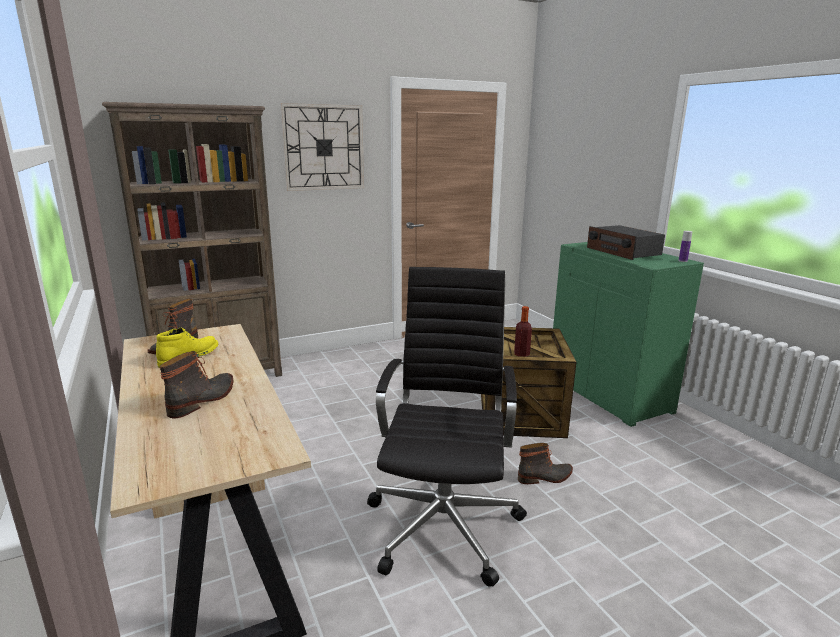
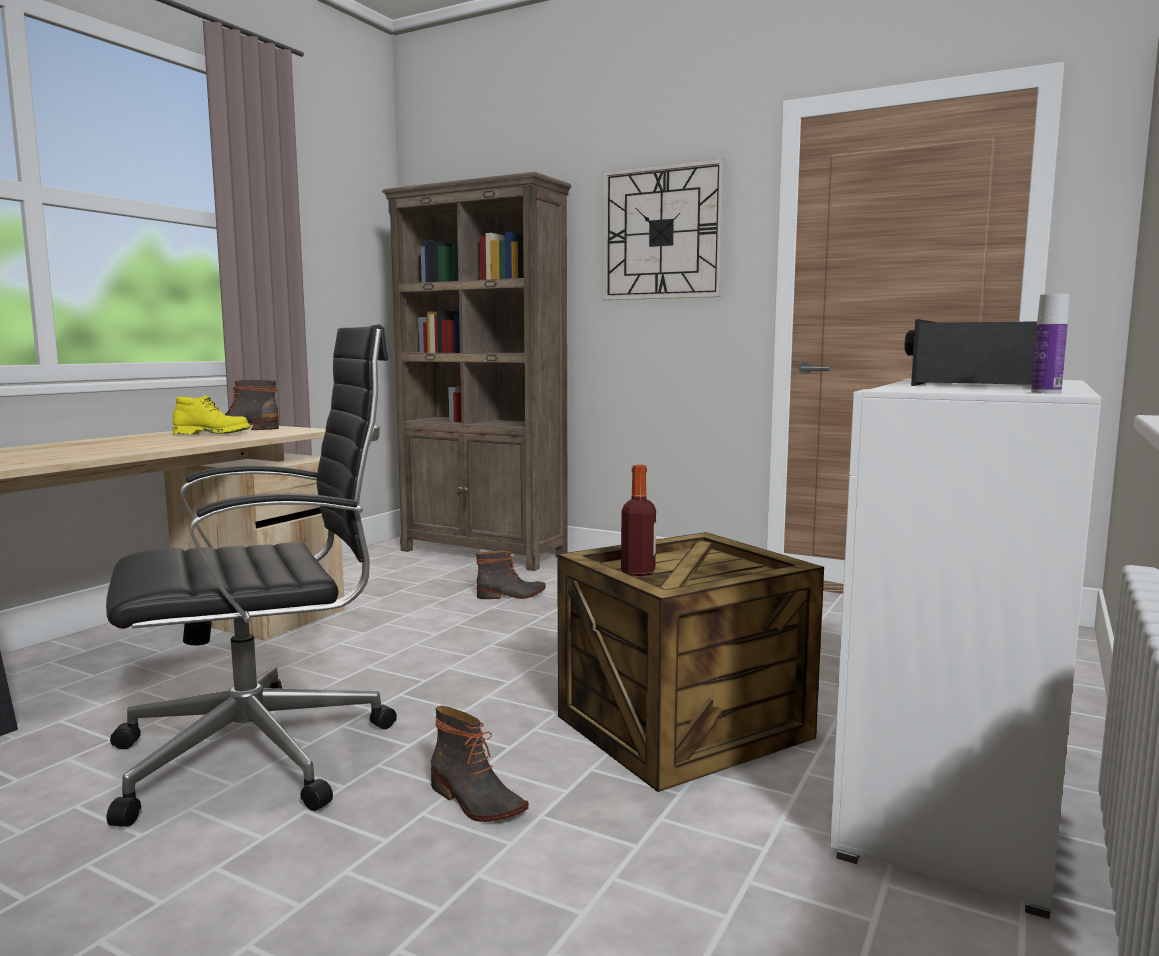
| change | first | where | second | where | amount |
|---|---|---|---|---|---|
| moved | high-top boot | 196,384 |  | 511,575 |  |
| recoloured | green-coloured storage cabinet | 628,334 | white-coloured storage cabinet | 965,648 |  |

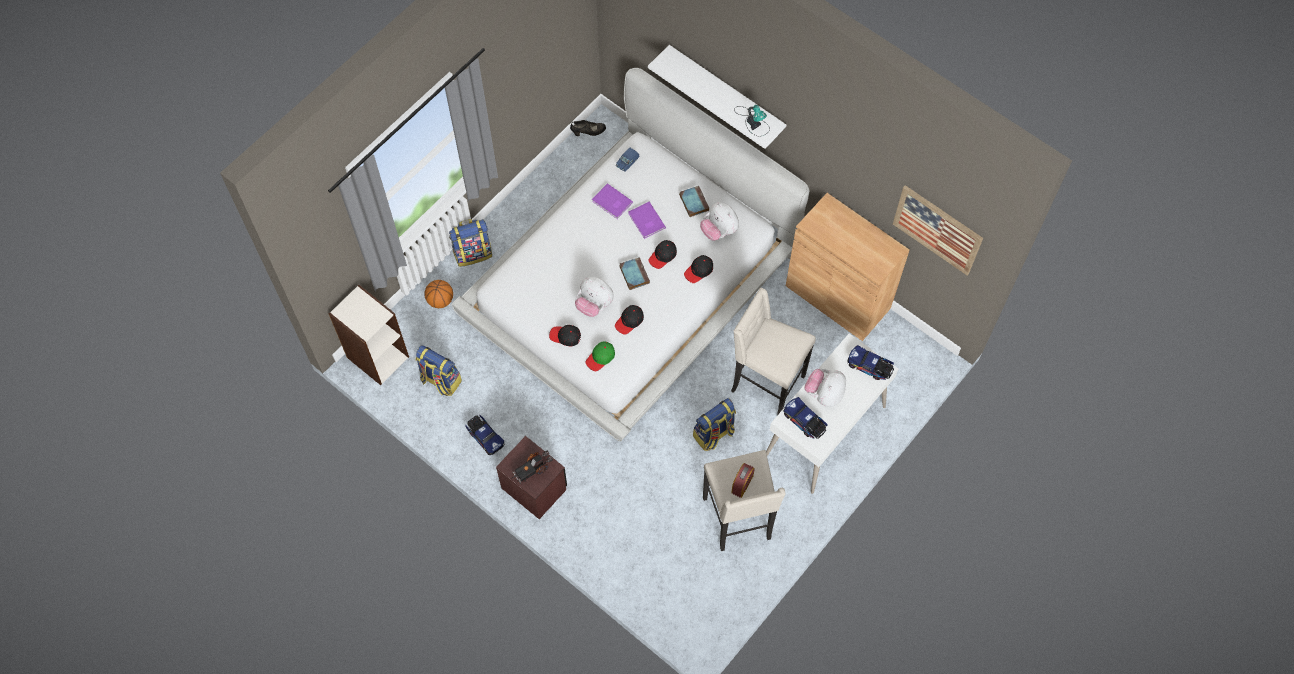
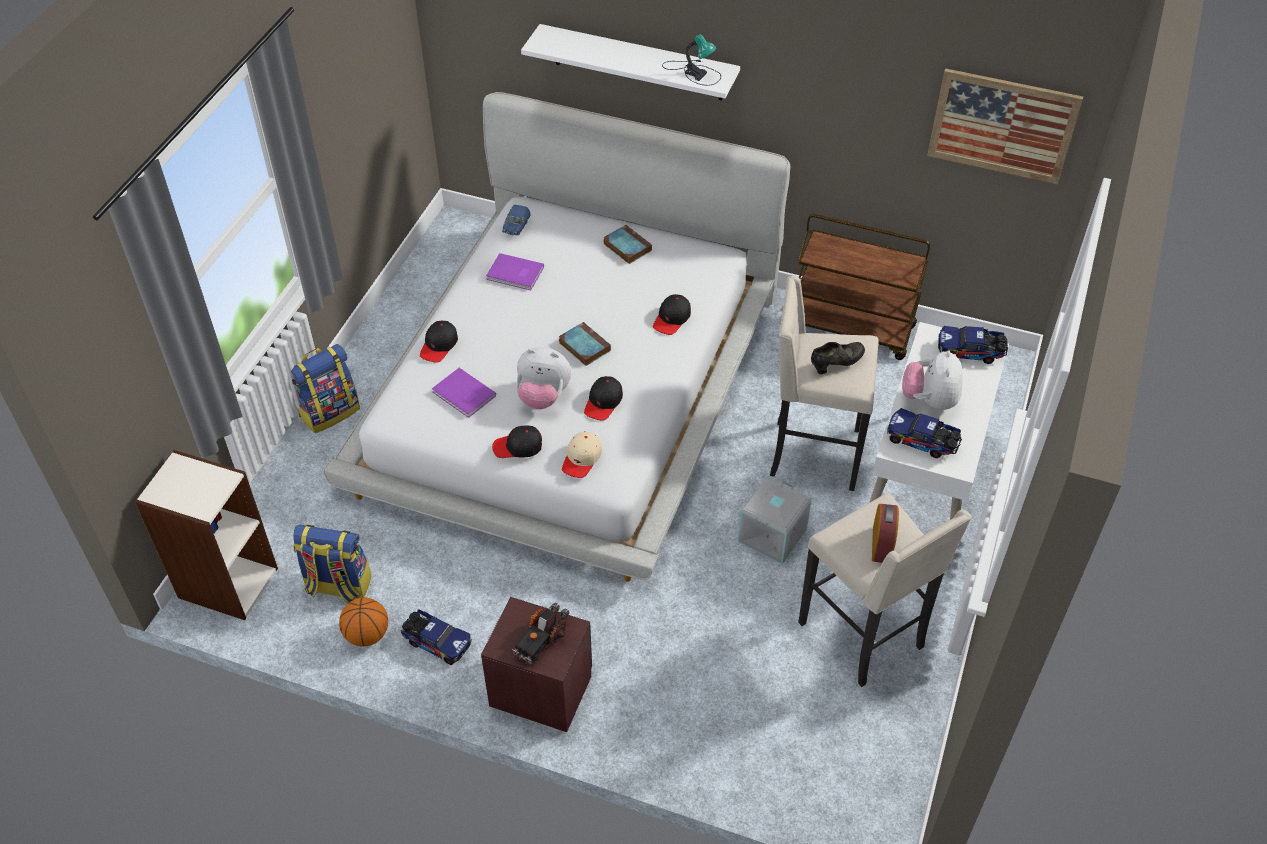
| change | first | where | second | where | amount |
|---|---|---|---|---|---|
| moved | basketball | 438,294 |  | 363,622 |  |
| moved | blackish item of footwear | 588,128 |  | 838,358 |  |
| recoloured | green-coloured baseball cap | 600,356 | sand-coloured baseball cap | 582,454 |  |
| moved | purple volume | 647,220 |  | 464,393 |  |
| moved | blackish baseball cap | 662,254 |  | 439,341 |  |
| replaced | backpack | 714,424 | gray storage bin | 775,520 |  |
| removed | soft toy | 719,221 |  |  |  |
| replaced | brown-coloured storage cabinet | 848,267 | brown-coloured trolley | 864,287 |  |

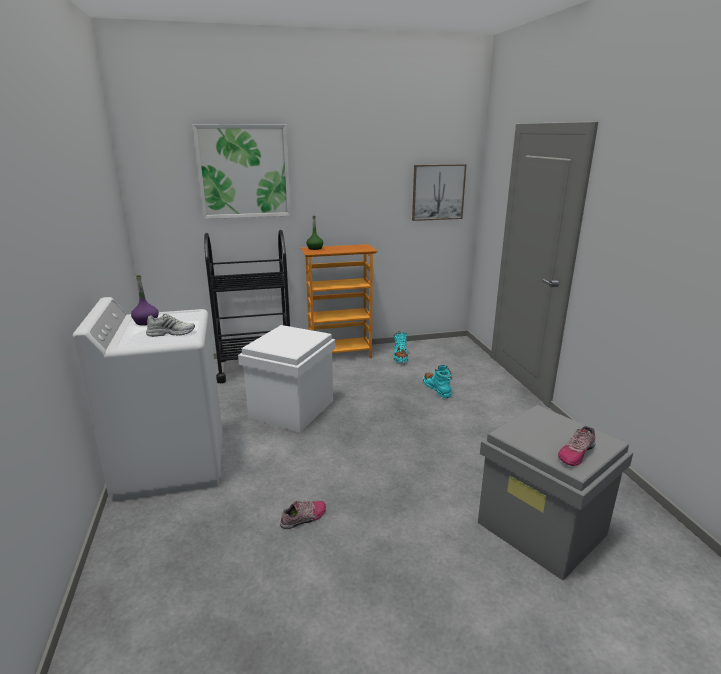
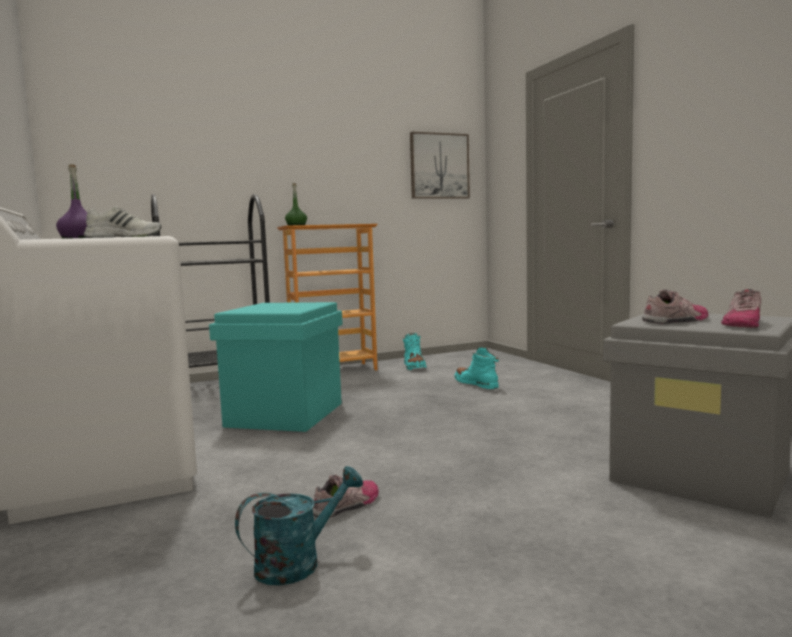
| change | first | where | second | where | amount |
|---|---|---|---|---|---|
| removed | picture | 242,171 |  |  |  |
| recoloured | white-coloured storage bin | 287,378 | blue-green storage bin | 276,367 |  |
| added |  |  | blue-green watering can | 299,525 |  |
| added |  |  | item of footwear | 675,307 |  |

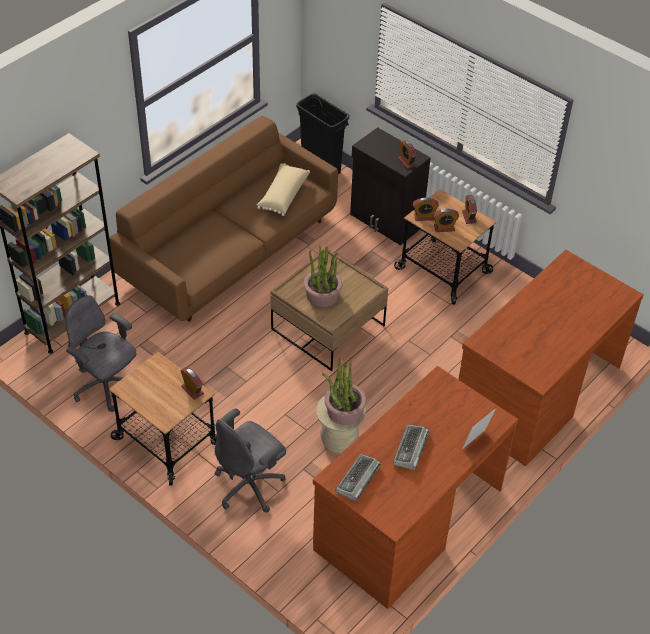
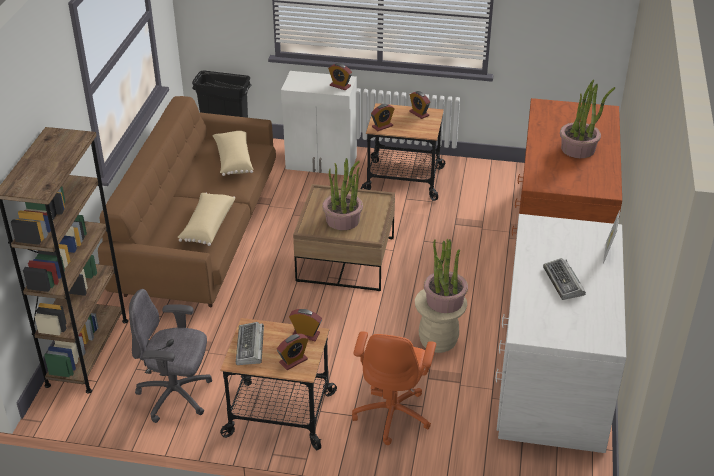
| change | first | where | second | where | amount |
|---|---|---|---|---|---|
| recoloured | gray computer chair | 250,460 | orange-coloured computer chair | 394,388 |  |
| recoloured | brown-coloured desk | 415,487 | white-coloured desk | 561,333 |  |
| moved | keyboard | 358,477 |  | 250,343 |  |
| recoloured | blackish storage cabinet | 390,186 | white-coloured storage cabinet | 319,123 |  |
| moved | table clock | 446,220 |  | 292,352 |  |
| added |  |  | sand-coloured cushion | 206,219 |  |
| added |  |  | potted plant | 587,119 |  |

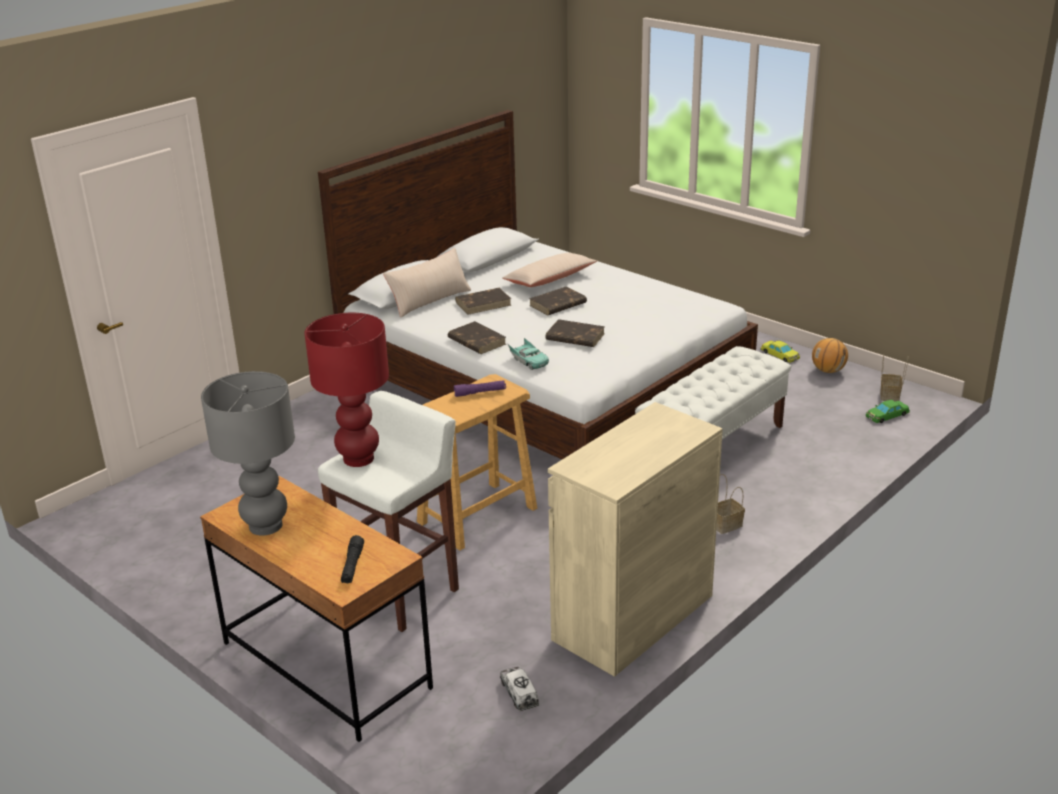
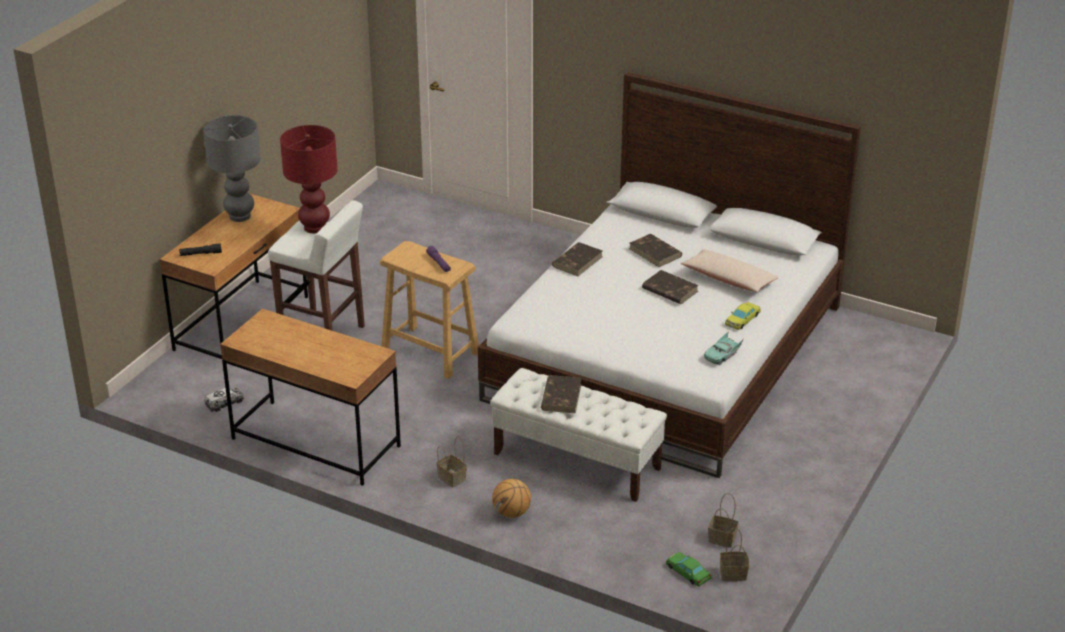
| change | first | where | second | where | amount |
|---|---|---|---|---|---|
| removed | sand-coloured cushion | 427,283 |  |  |  |
| moved | blue-green toy car | 528,354 |  | 724,348 |  |
| moved | brown-coloured volume | 575,333 |  | 561,394 |  |
| replaced | sand-coloured storage cabinet | 635,539 | brown-coloured desk | 310,397 |  |
| moved | yellow toy car | 780,351 |  | 743,316 |  |
| moved | basketball | 830,355 |  | 511,498 |  |
| added |  |  | basket | 723,520 |  |

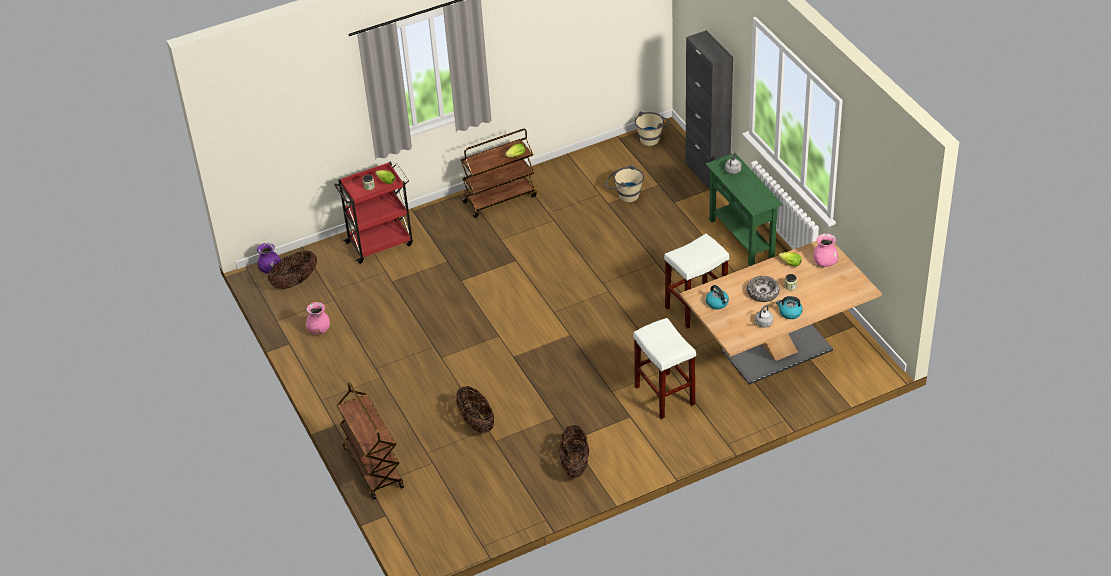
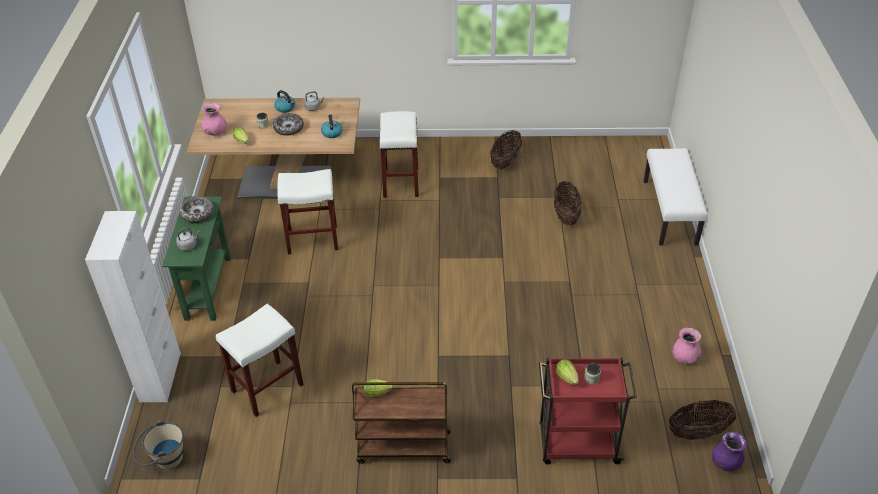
| change | first | where | second | where | amount |
|---|---|---|---|---|---|
| replaced | brown-coloured trolley | 370,441 | white-coloured indoor bench | 676,197 |  |
| replaced | sand-coloured pail | 625,183 | white-coloured stool seat | 260,360 |  |
| recoloured | blackish storage cabinet | 709,110 | white-coloured storage cabinet | 133,306 |  |
| added |  |  | serving bowl | 196,210 |  |

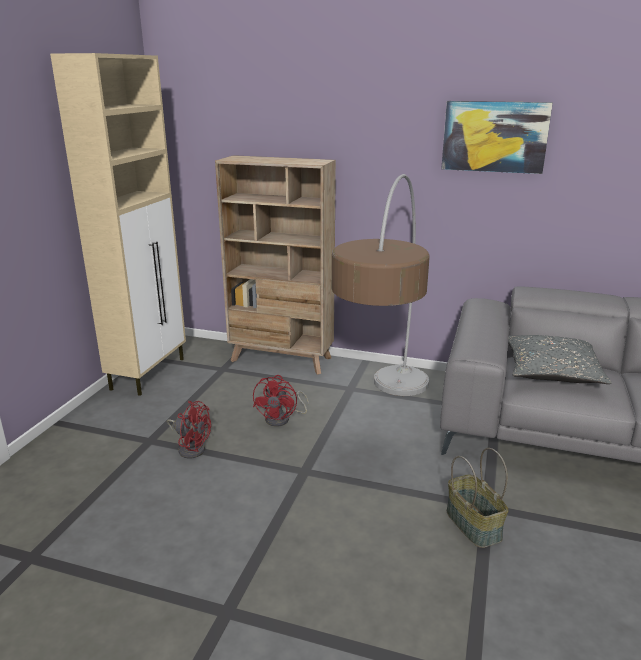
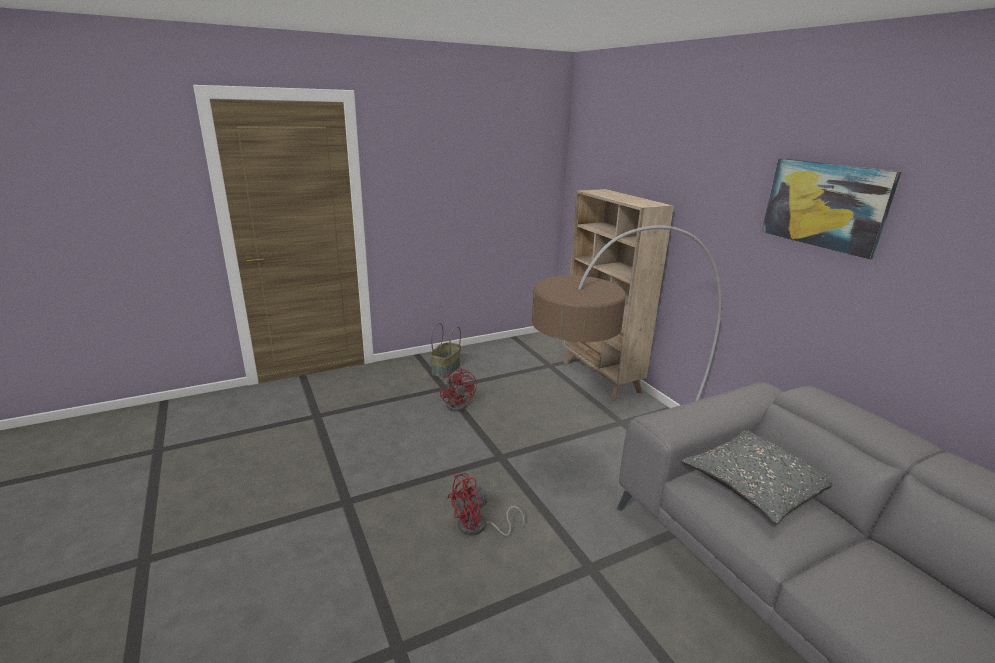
| change | first | where | second | where | amount |
|---|---|---|---|---|---|
| removed | sand-coloured storage cabinet | 118,224 |  |  |  |
| moved | red-coloured electric fan | 281,401 |  | 486,504 |  |
| moved | basket | 477,498 |  | 445,350 |  |

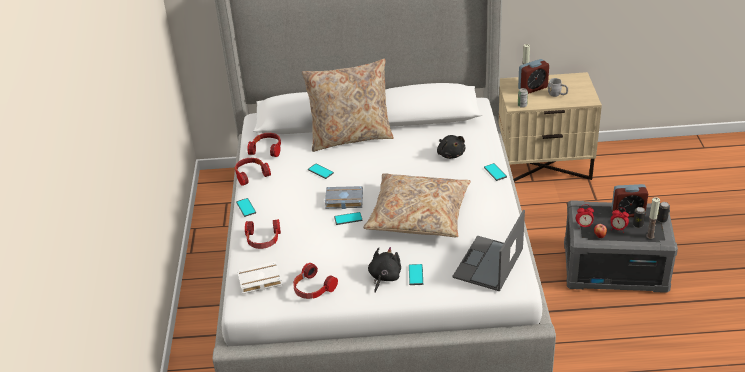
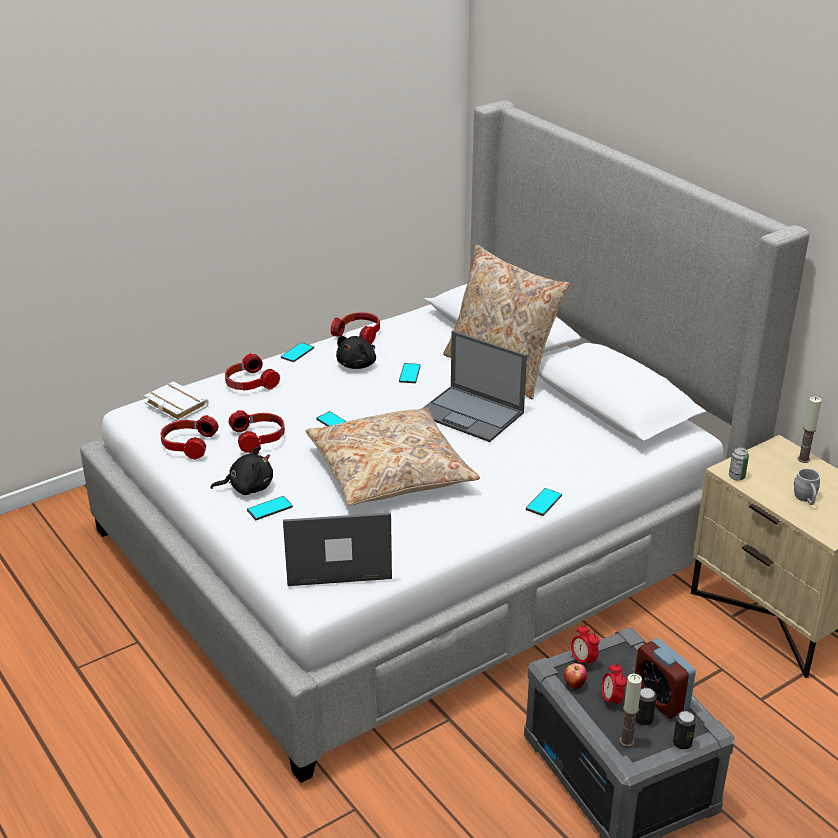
| change | first | where | second | where | amount |
|---|---|---|---|---|---|
| moved | headset | 264,145 |  | 256,432 |  |
| removed | gray volume | 344,197 |  |  |  |
| moved | blackish soft toy | 451,147 |  | 356,352 |  |
| removed | table clock | 533,76 |  |  |  |
| added |  |  | notebook computer | 475,386 |  |

